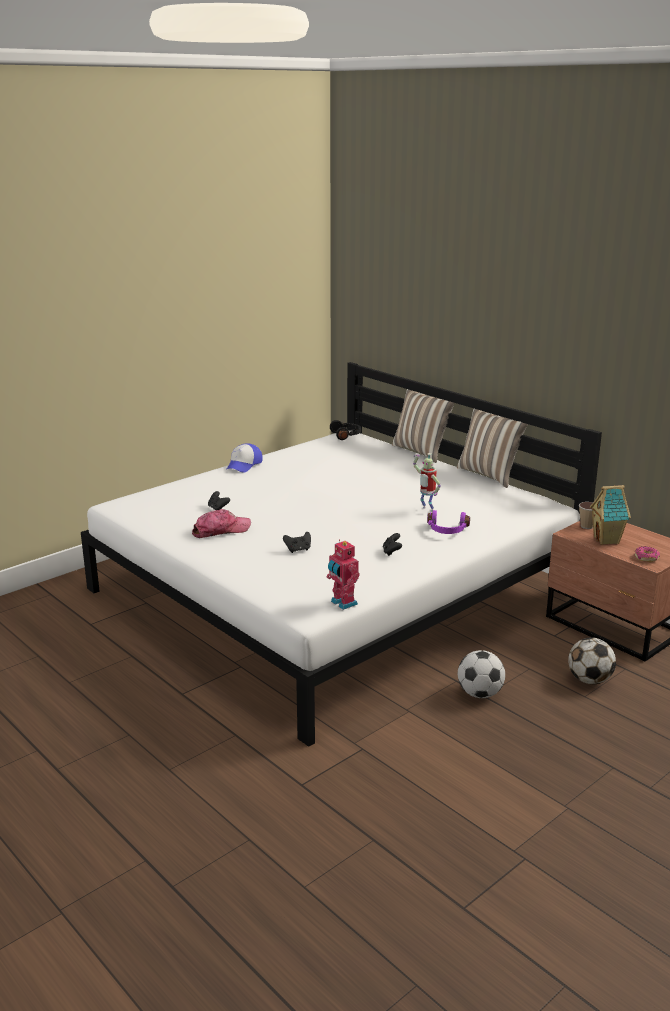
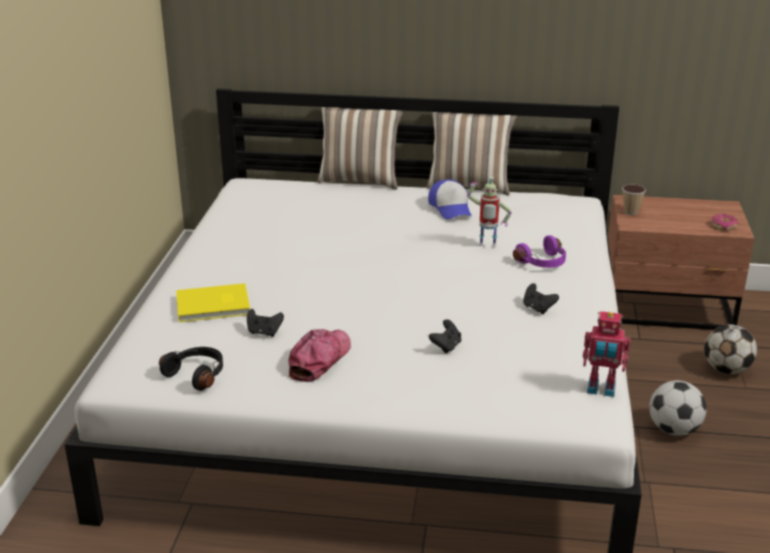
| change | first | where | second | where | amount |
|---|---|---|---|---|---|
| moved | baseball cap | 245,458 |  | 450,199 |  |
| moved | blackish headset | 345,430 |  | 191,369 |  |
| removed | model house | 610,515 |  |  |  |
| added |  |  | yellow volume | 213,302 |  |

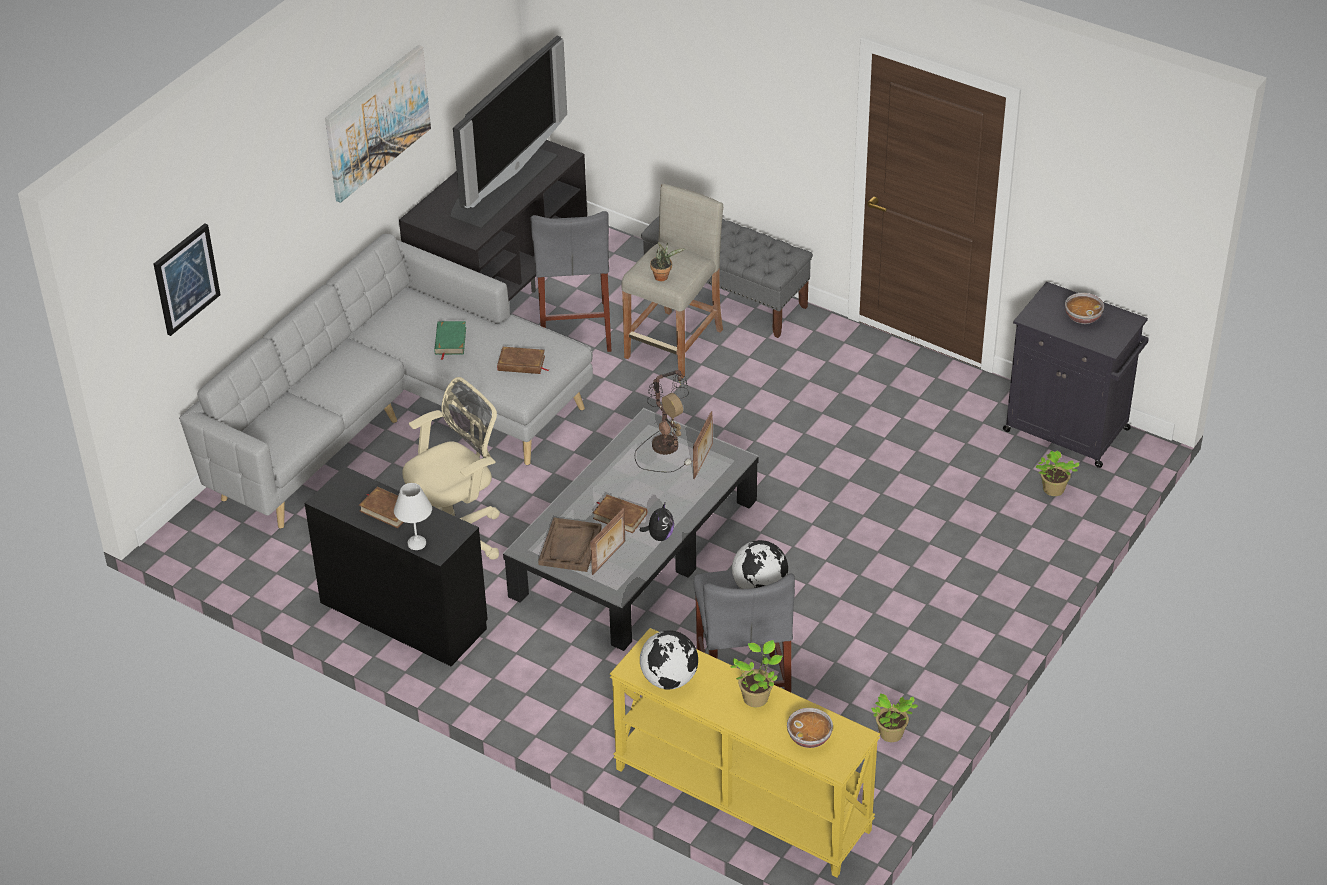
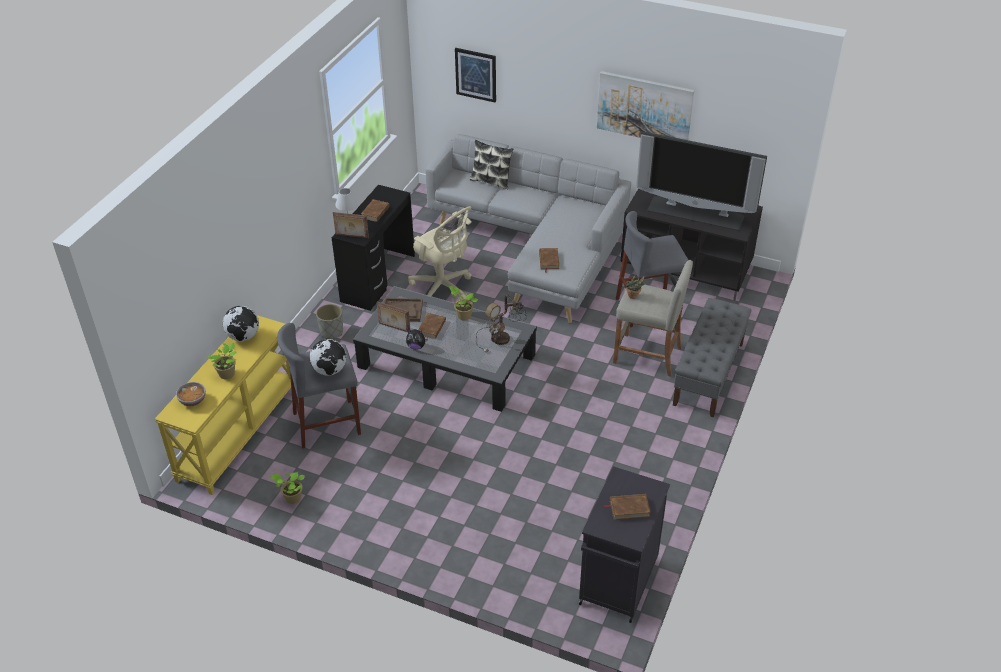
| change | first | where | second | where | amount |
|---|---|---|---|---|---|
| removed | green-coloured volume | 450,340 |  |  |  |
| moved | picture frame | 703,445 |  | 351,225 |  |
| moved | potted plant | 1057,473 |  | 463,303 |  |
| replaced | serving bowl | 1084,308 | brown-coloured volume | 627,507 |  |
| added |  |  | gray planter | 329,321 |  |
| added |  |  | cushion | 491,164 |  |

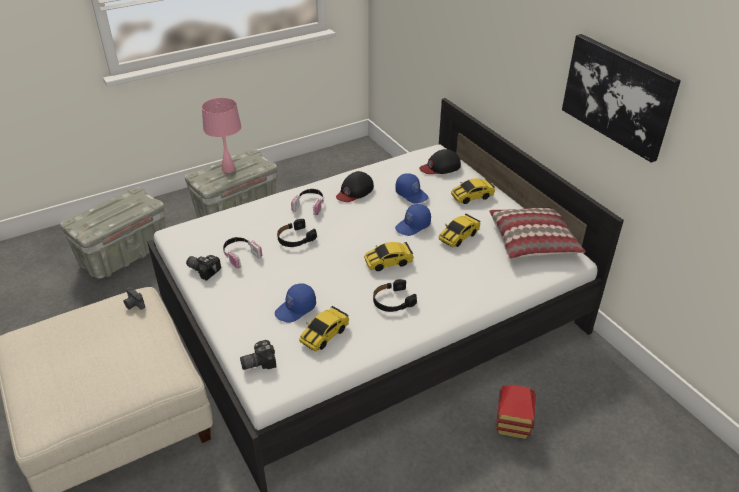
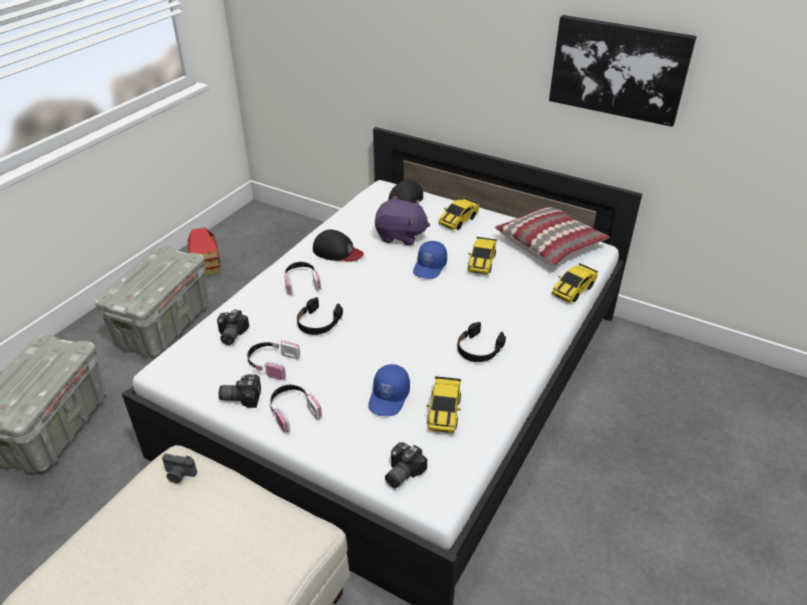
| change | first | where | second | where | amount |
|---|---|---|---|---|---|
| removed | pink-coloured tabletop lamp | 221,135 |  |  |  |
| turned | blackish baseball cap | 355,186 |  | 338,245 | 75 degrees counterclockwise |
| moved | toy car | 389,256 |  | 575,283 |  |
| replaced | blue-coloured baseball cap | 412,188 | purple soft toy | 402,222 |  |
| moved | model house | 516,412 |  | 204,251 |  |
| added |  |  | still camera | 233,327 |  |
| added |  |  | headset | 295,409 |  |

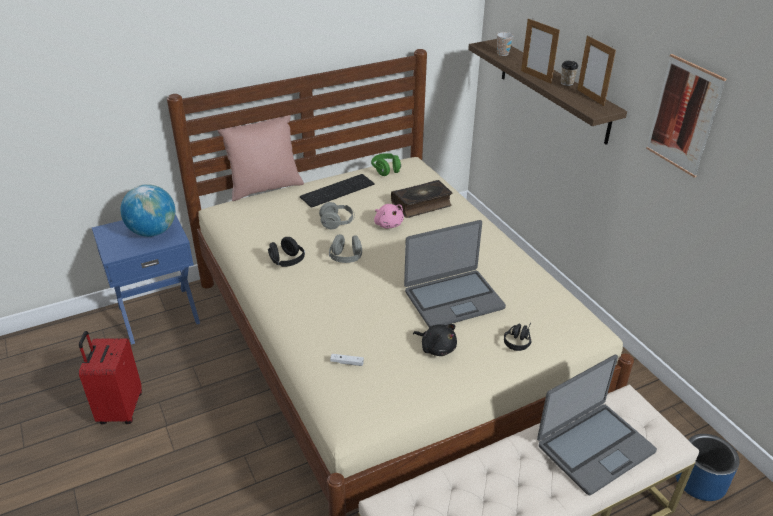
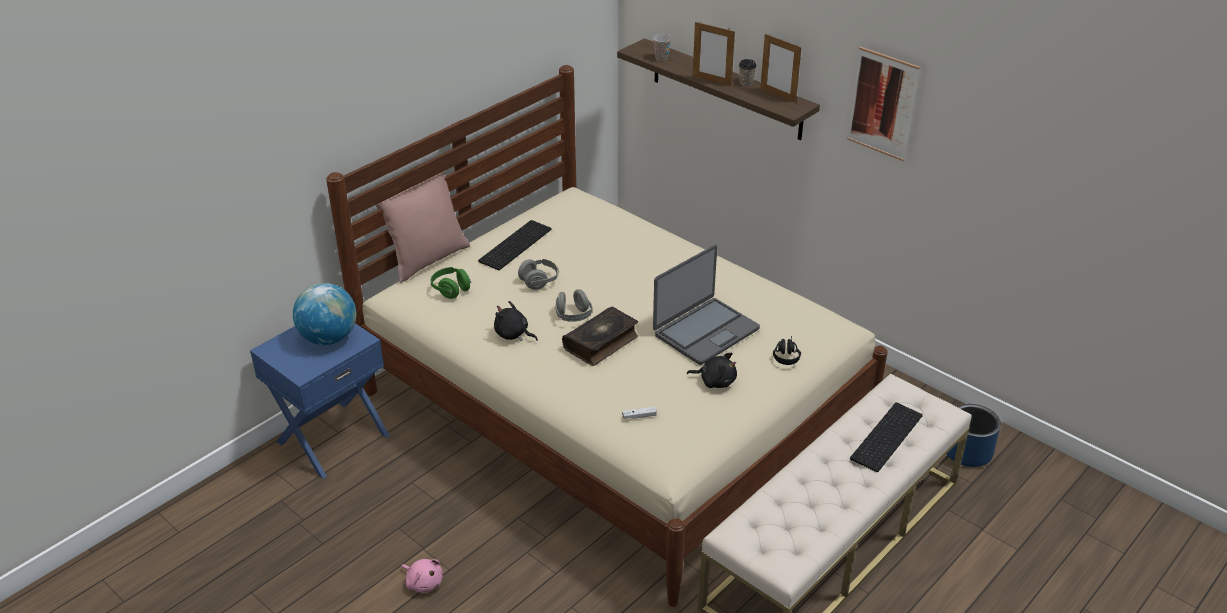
| change | first | where | second | where | amount |
|---|---|---|---|---|---|
| removed | red-coloured travel case | 110,377 |  |  |  |
| replaced | blackish headset | 286,252 | blackish soft toy | 516,321 |  |
| moved | green-coloured headset | 386,164 |  | 451,283 |  |
| moved | pink-coloured soft toy | 389,216 |  | 422,576 |  |
| moved | volume | 422,199 |  | 600,336 |  |
| replaced | notebook computer | 597,424 | keyboard | 886,437 |  |

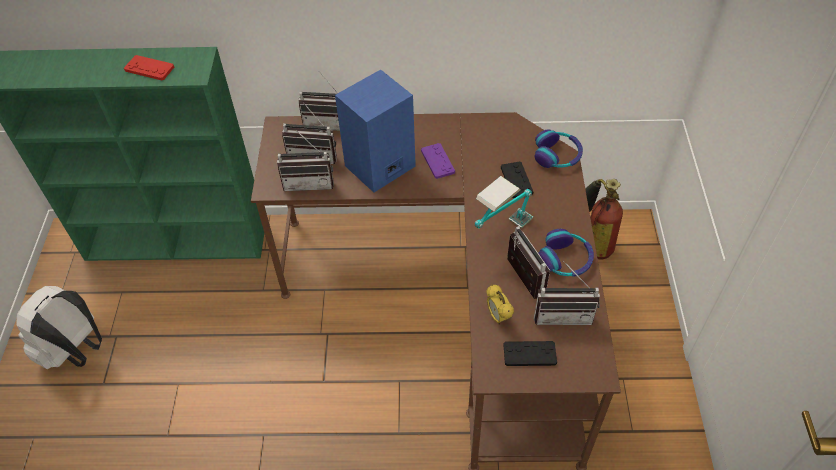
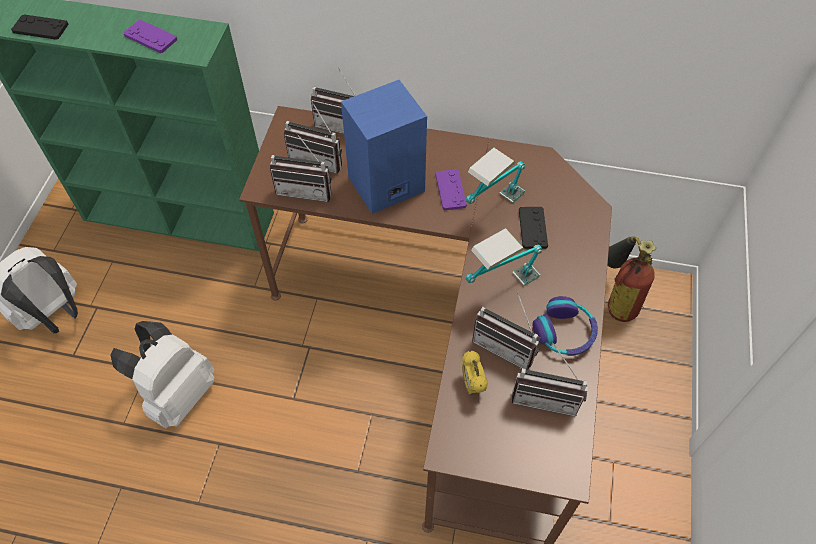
| change | first | where | second | where | amount |
|---|---|---|---|---|---|
| recoloured | red-coloured joypad | 149,67 | purple joypad | 150,36 |  |
| moved | blackish joypad | 530,353 |  | 40,27 |  |
| turned | radio receiver | 528,262 |  | 506,330 | 135 degrees clockwise |
| removed | headset | 559,148 |  |  |  |
| added |  |  | white-coloured backpack | 162,374 |  |
| added |  |  | tabletop lamp | 495,176 |  |

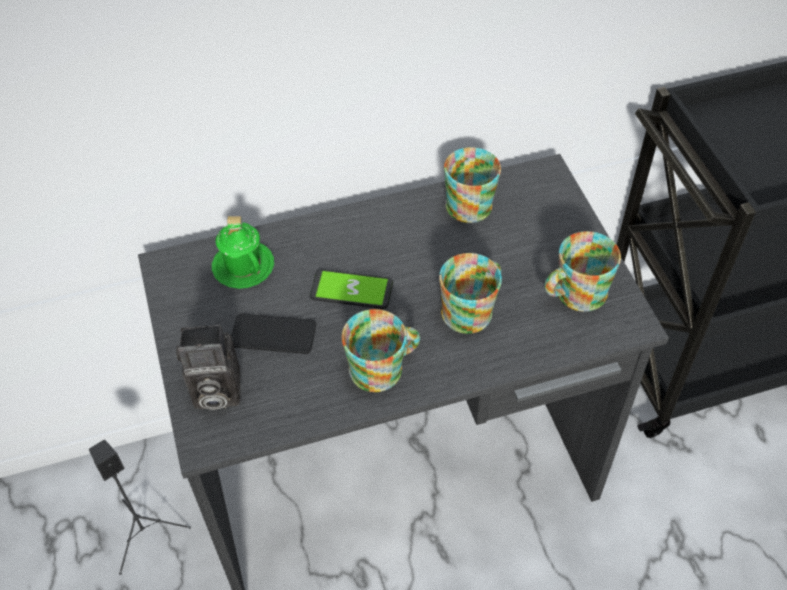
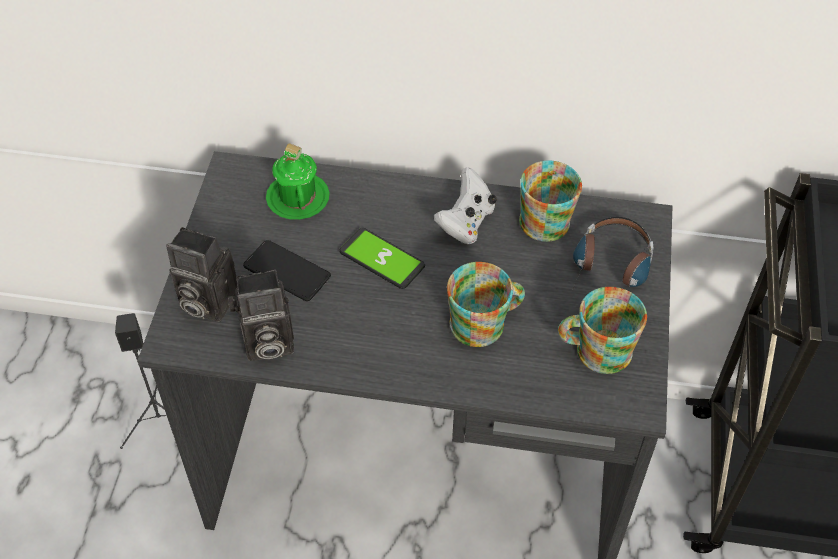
| change | first | where | second | where | amount |
|---|---|---|---|---|---|
| removed | coffee mug | 381,350 |  |  |  |
| added |  |  | still camera | 261,315 |  |
| added |  |  | white-coloured joypad | 465,205 |  |
| added |  |  | headset | 612,255 |  |

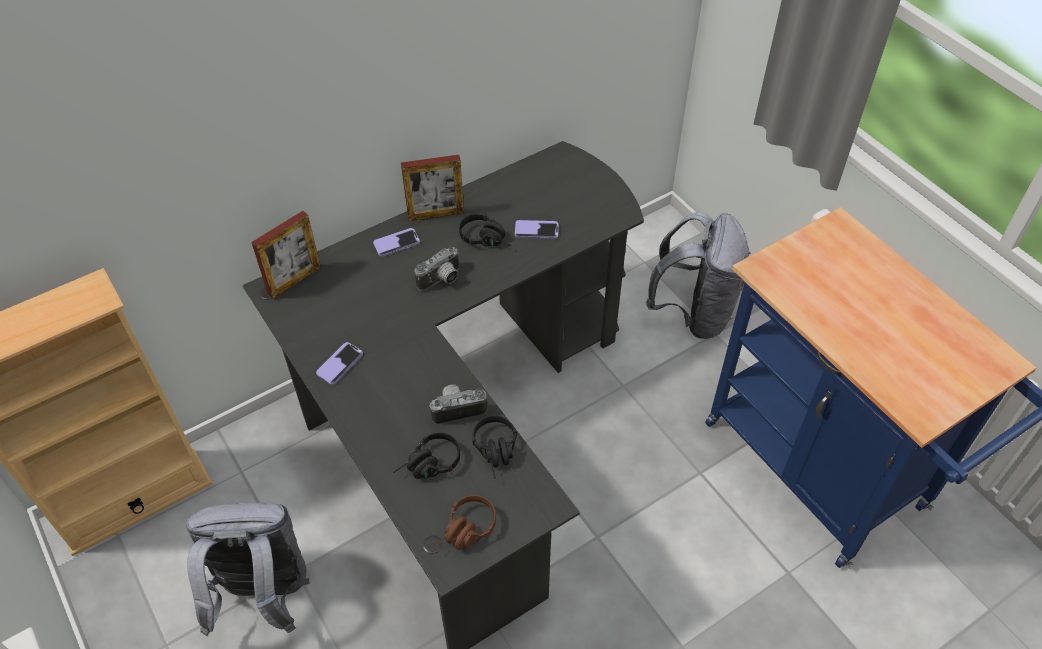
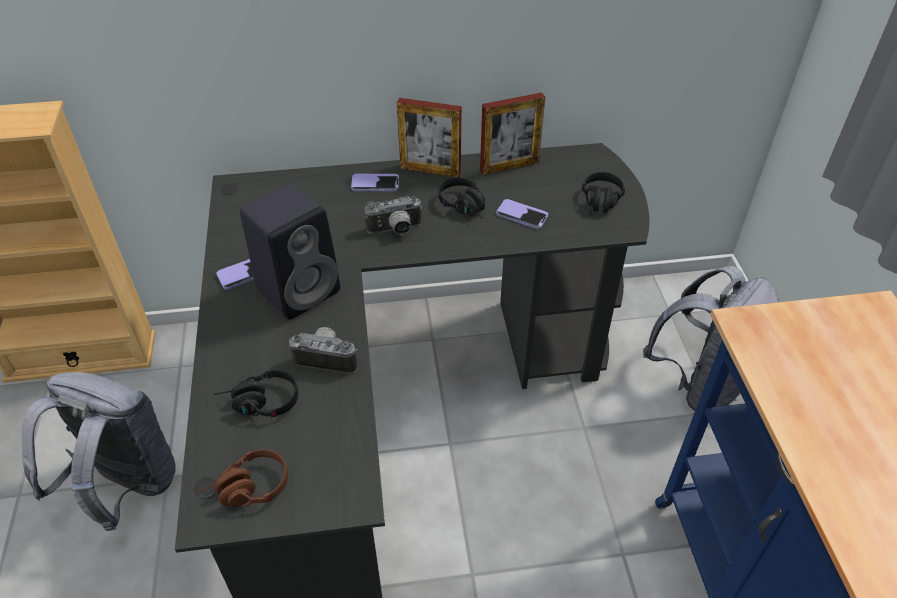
| change | first | where | second | where | amount |
|---|---|---|---|---|---|
| moved | picture frame | 286,255 |  | 512,133 |  |
| moved | blackish headset | 494,447 |  | 603,193 |  |
| added |  |  | blackish audio speaker | 290,251 |  |

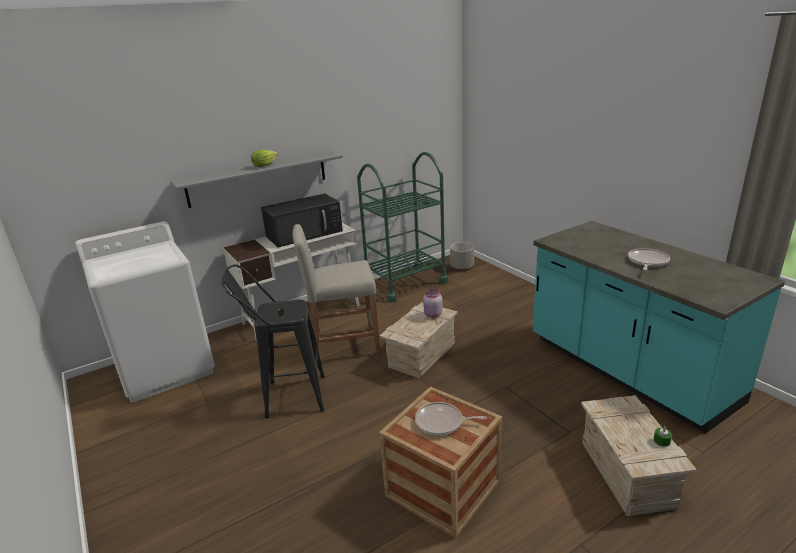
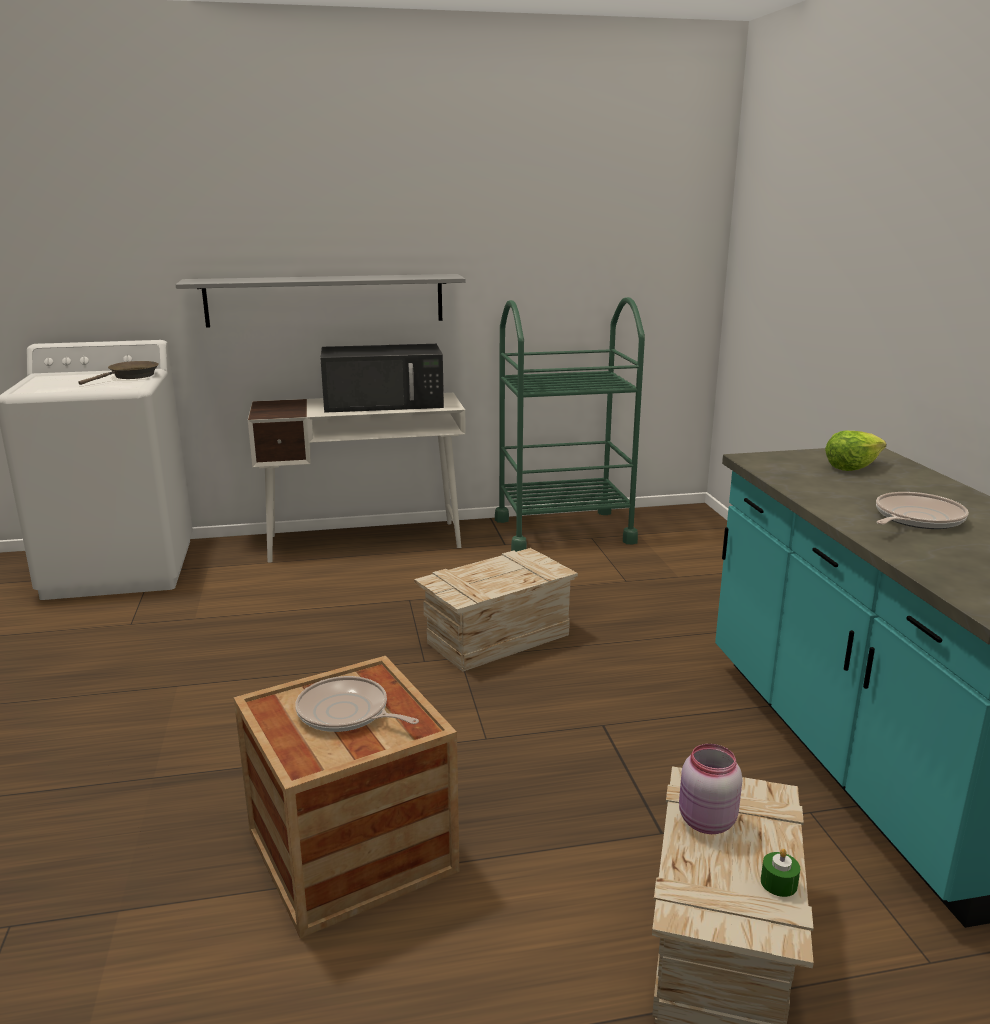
| change | first | where | second | where | amount |
|---|---|---|---|---|---|
| removed | blackish stool seat | 273,341 |  |  |  |
| moved | lettuce | 264,158 |  | 855,450 |  |
| removed | sand-coloured stool seat | 337,289 |  |  |  |
| moved | pink-coloured storage jar | 433,303 |  | 710,789 |  |
| removed | gray planter | 462,255 |  |  |  |
| added |  |  | brown-coloured skillet | 118,373 |  |

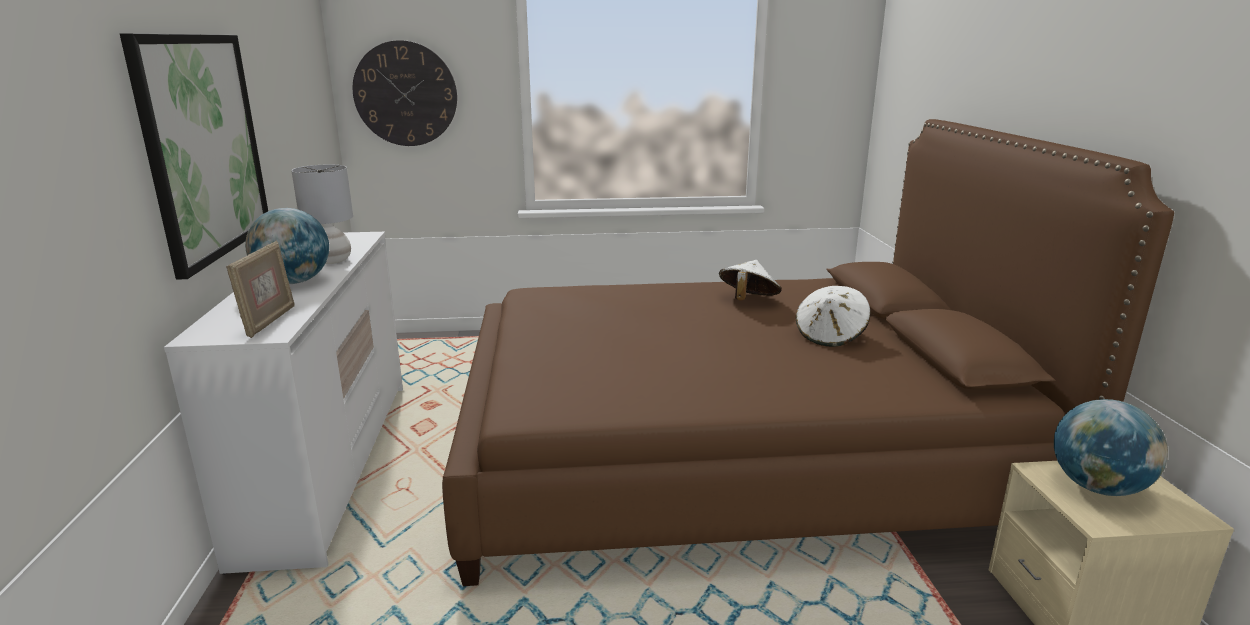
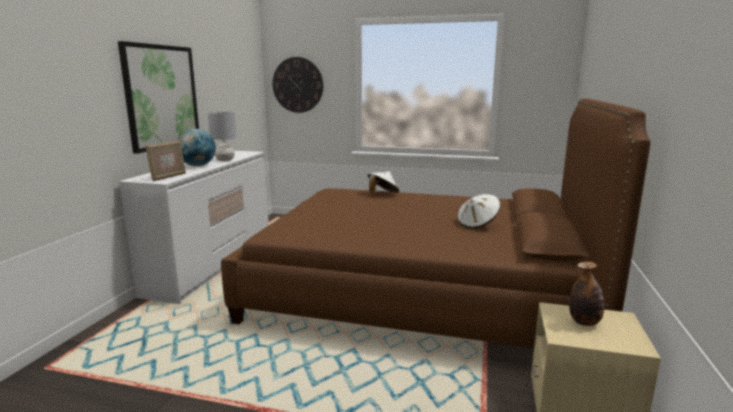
| change | first | where | second | where | amount |
|---|---|---|---|---|---|
| moved | white-coloured wearable hat | 750,280 |  | 383,182 |  |
| replaced | globe | 1111,447 | beverage bottle | 586,293 |  |

